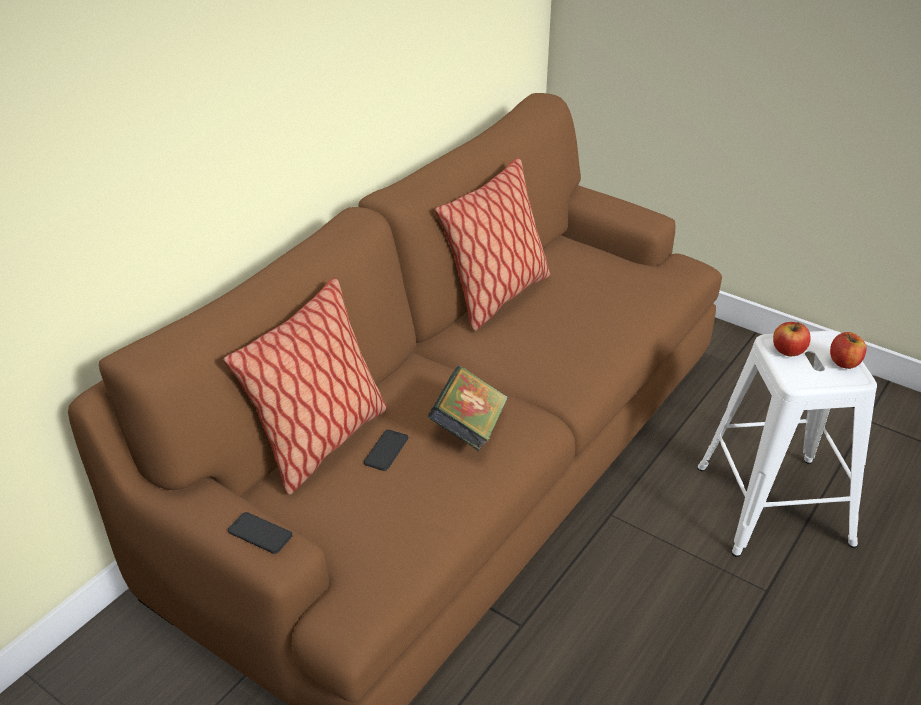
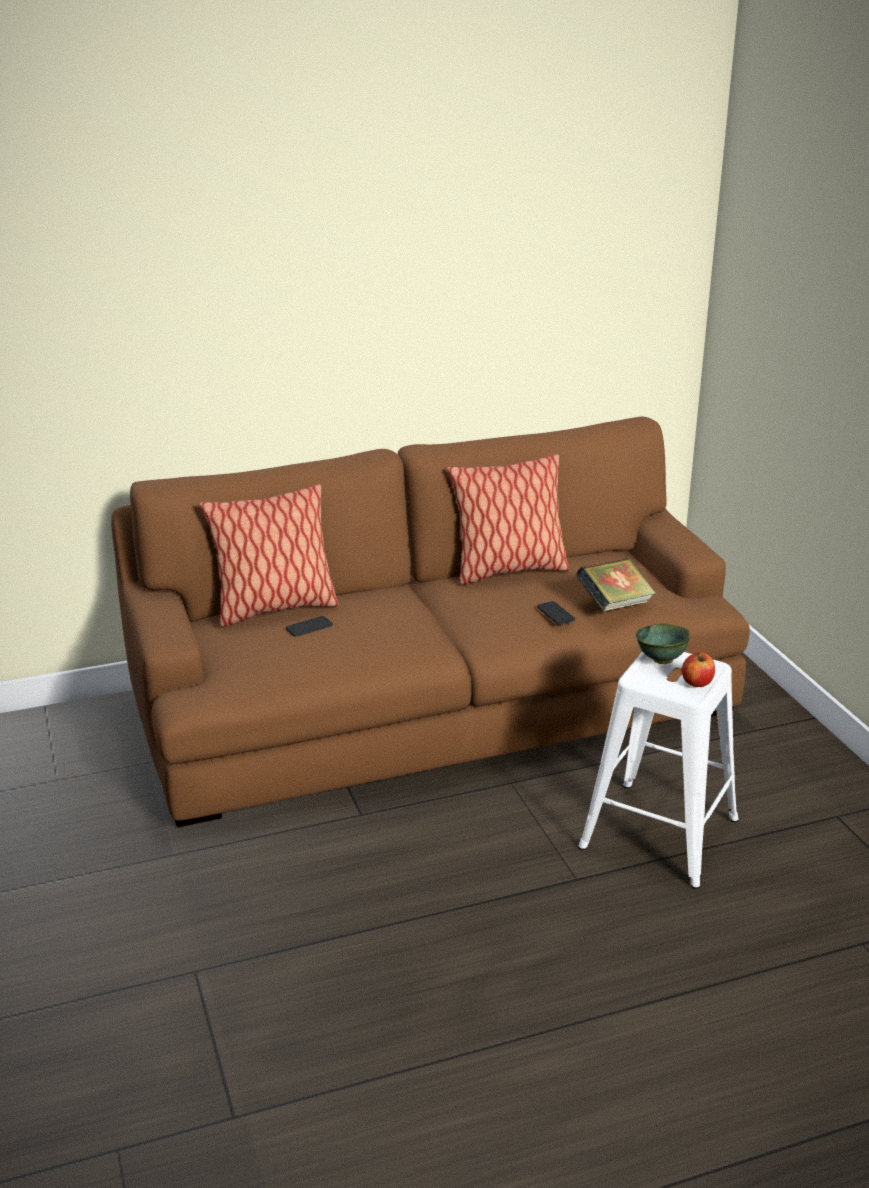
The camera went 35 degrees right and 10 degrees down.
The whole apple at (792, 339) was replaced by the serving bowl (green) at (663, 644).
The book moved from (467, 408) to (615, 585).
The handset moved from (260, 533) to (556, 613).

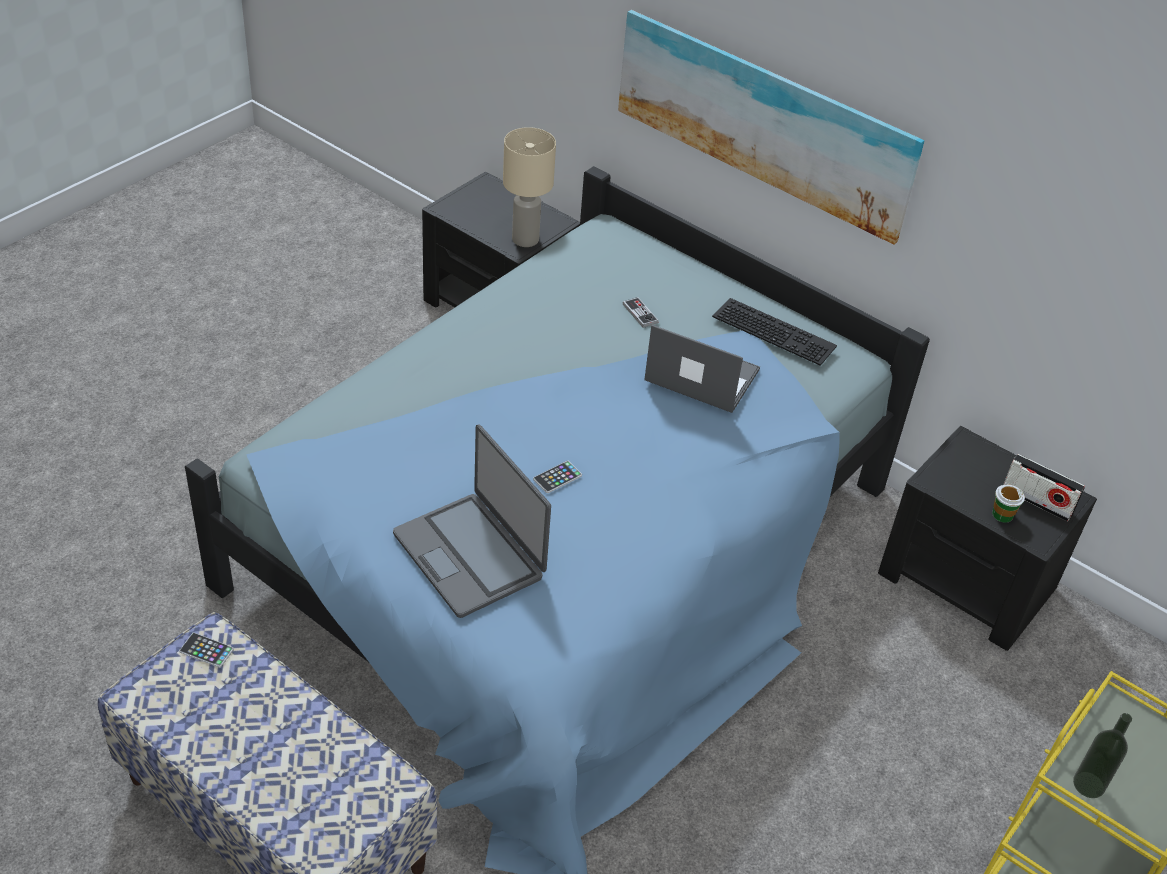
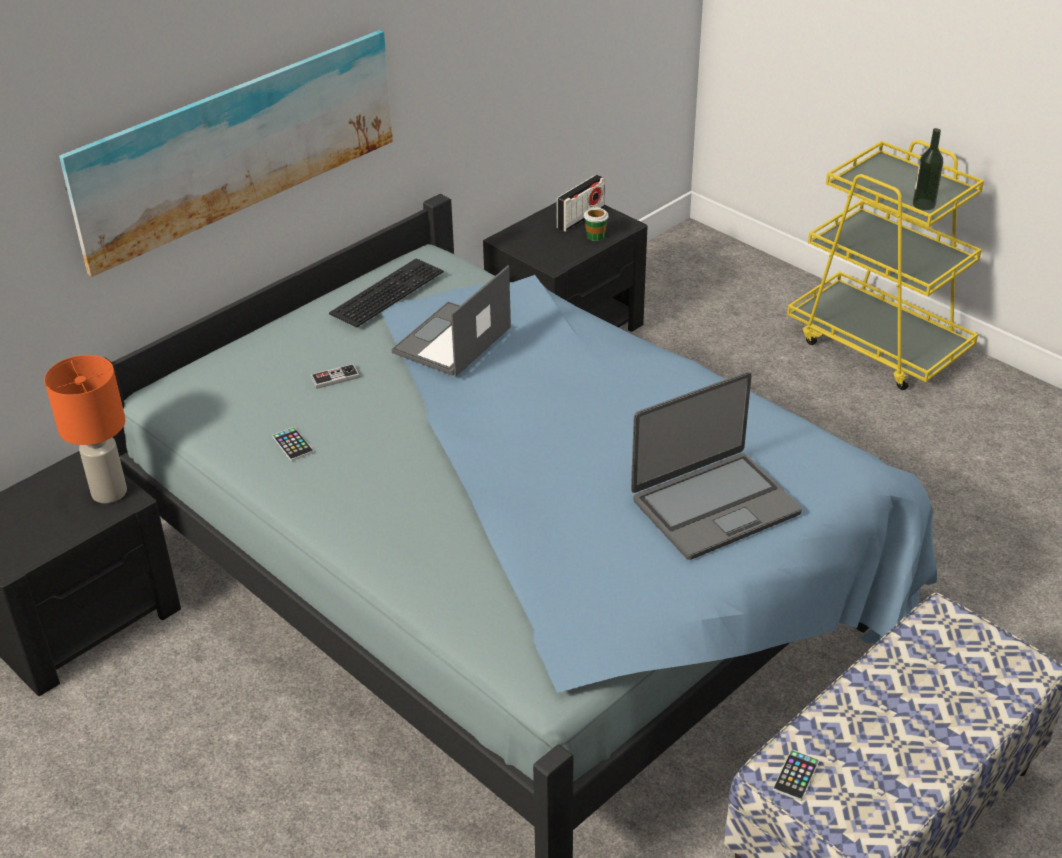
The camera went 80 degrees left and 5 degrees down.
The table lamp (beige-coloured) at (529, 187) became the table lamp (orange) at (85, 429).
The handset moved from (557, 477) to (293, 444).

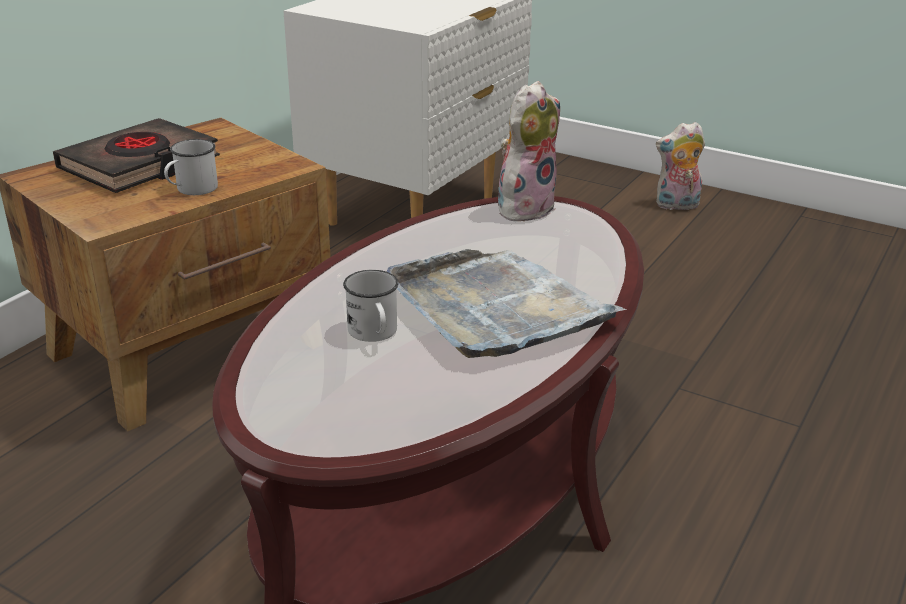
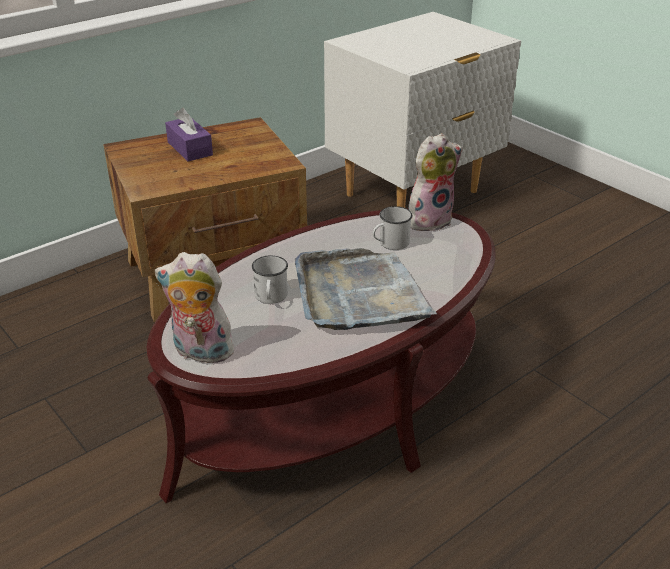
The camera went 20 degrees right and 5 degrees up.
The book (black-coloured) at (136, 155) was replaced by the tissue box (purplish) at (189, 134).
The soft toy moved from (680, 167) to (196, 309).
The mug (whitish) moved from (191, 167) to (392, 228).

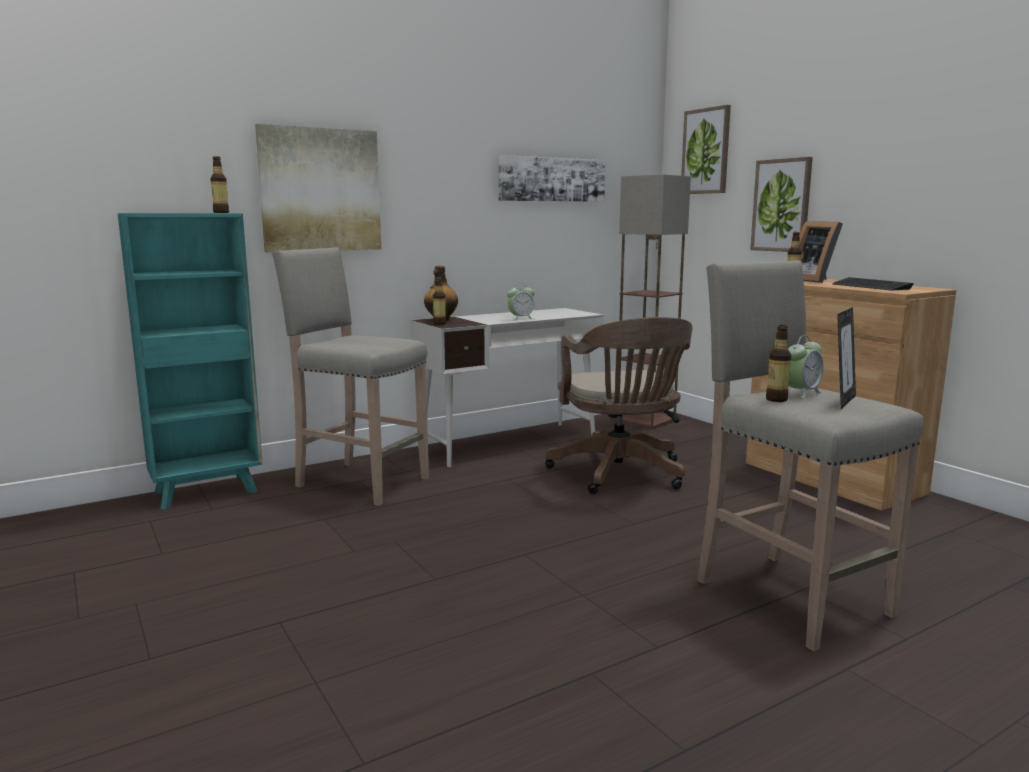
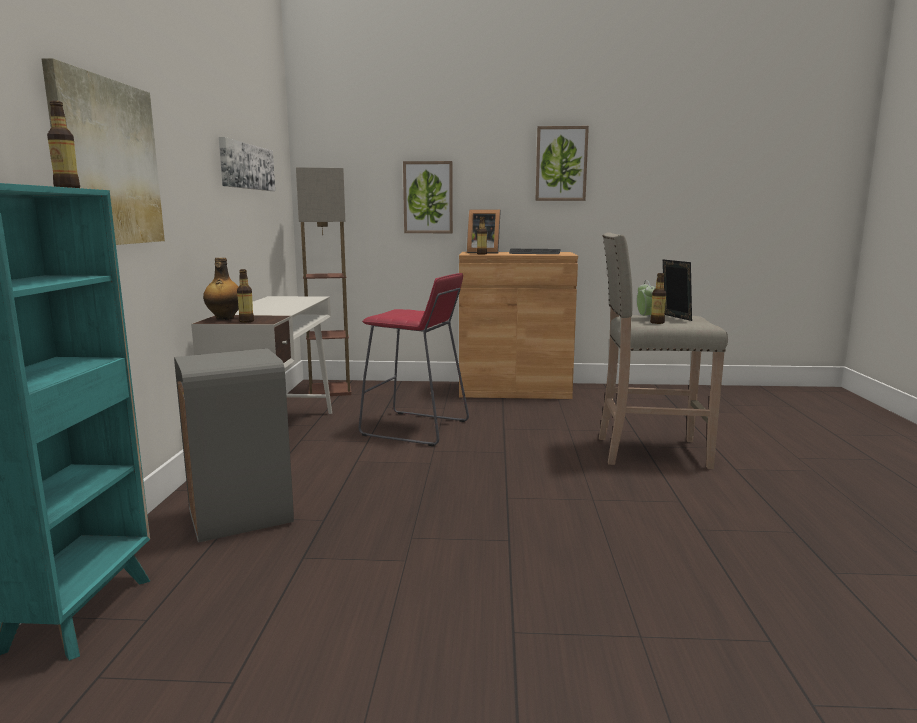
The camera went 55 degrees left and 0 degrees up.
The wall art moved from (706, 149) to (562, 163).
The stool seat (beige-coloured) at (350, 376) was replaced by the trash can (grey) at (234, 445).
The table clock at (520, 301) disappeared.
The desk chair (brown) at (618, 405) was replaced by the stool seat (red-coloured) at (414, 359).

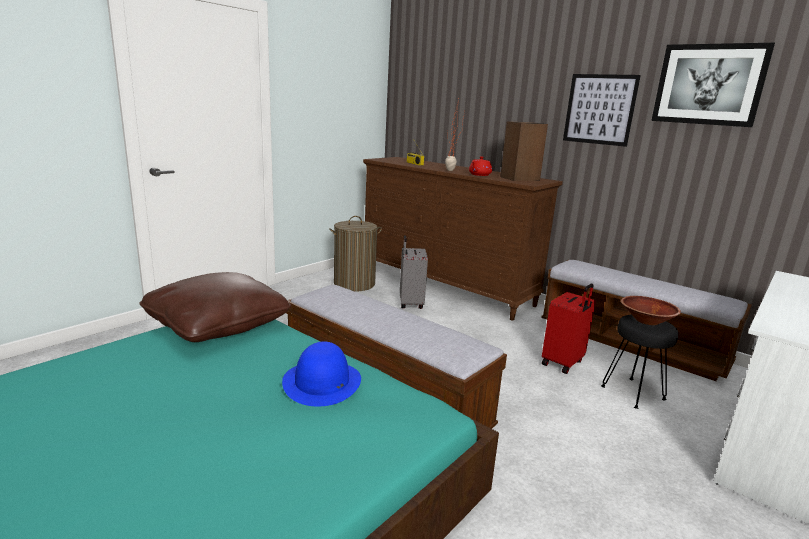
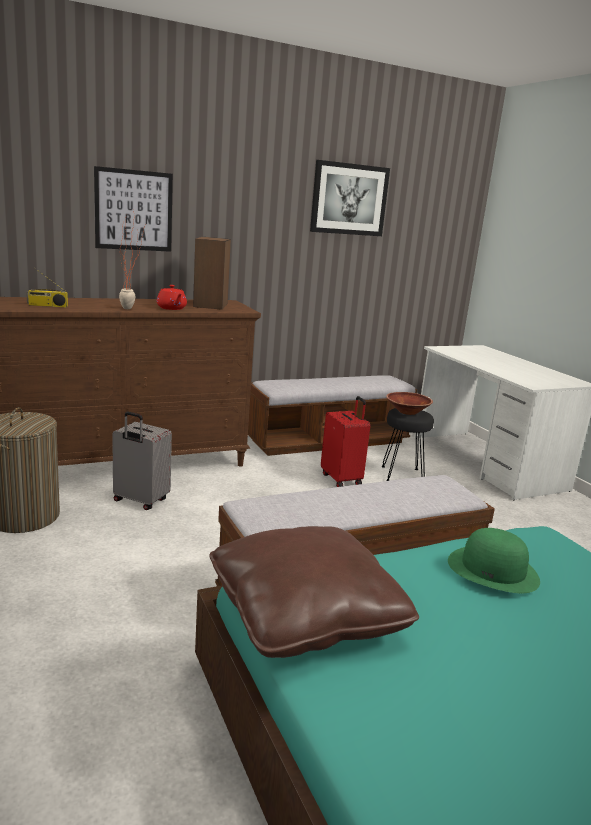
The camera went 65 degrees left and 0 degrees up.
The wall art moved from (602, 110) to (133, 209).
The hat (bluish) at (321, 373) became the hat (green) at (494, 560).

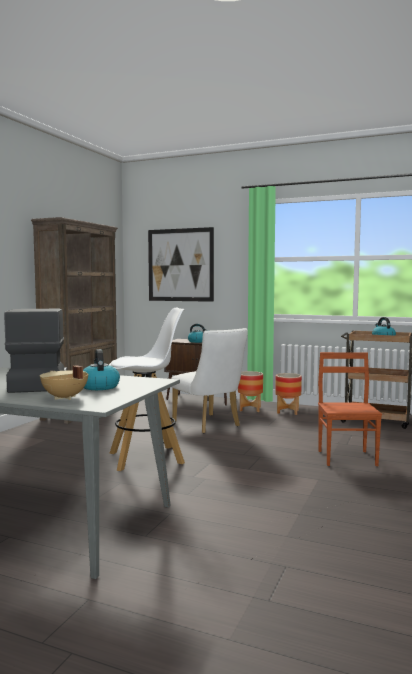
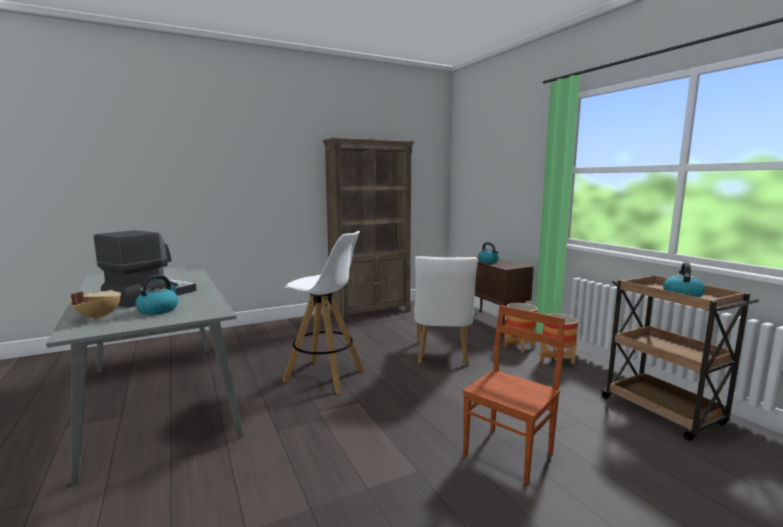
The camera went 40 degrees right and 5 degrees up.
The wall art at (181, 264) disappeared.

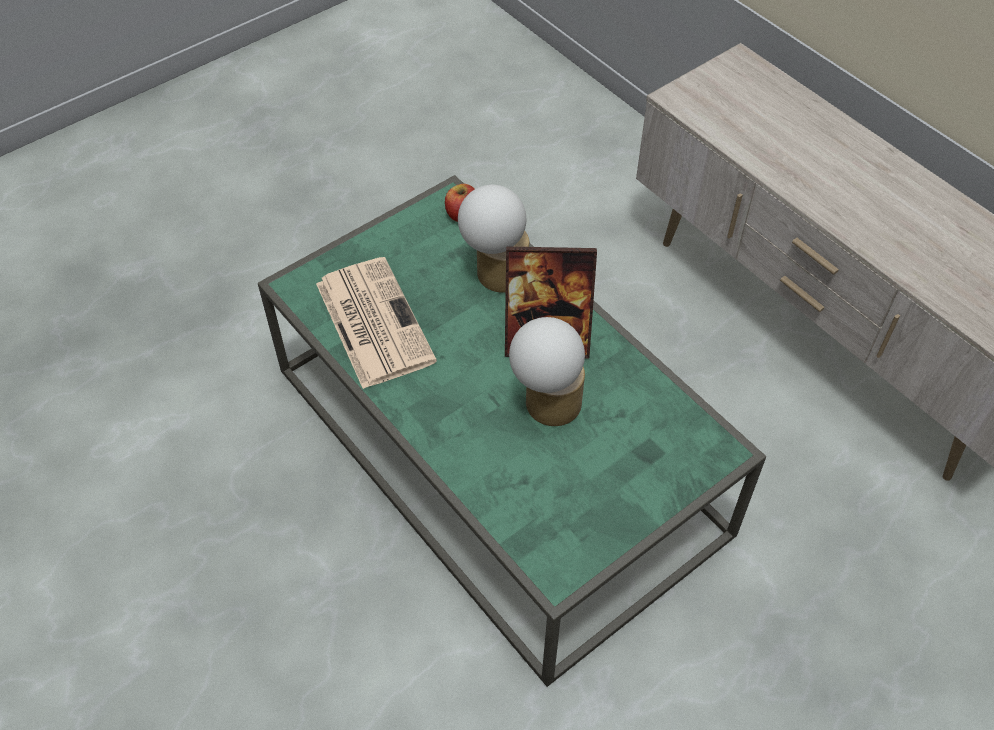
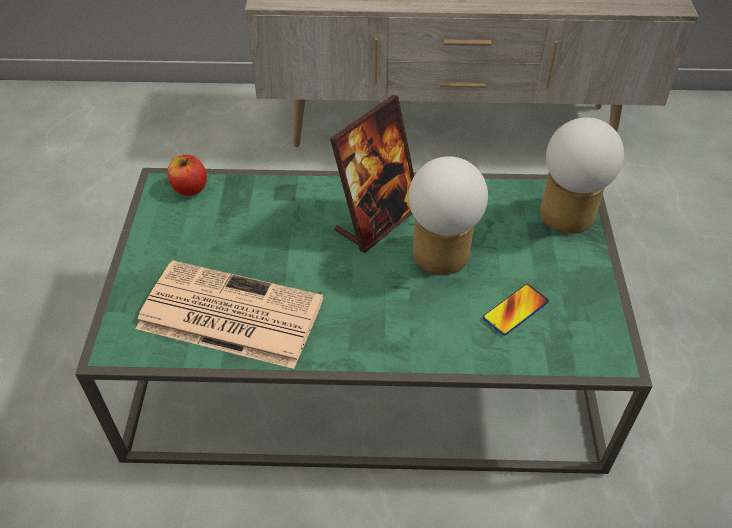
The camera went 50 degrees left and 5 degrees down.
The table lamp moved from (493, 239) to (582, 175).
The handset at (516, 310) appeared.

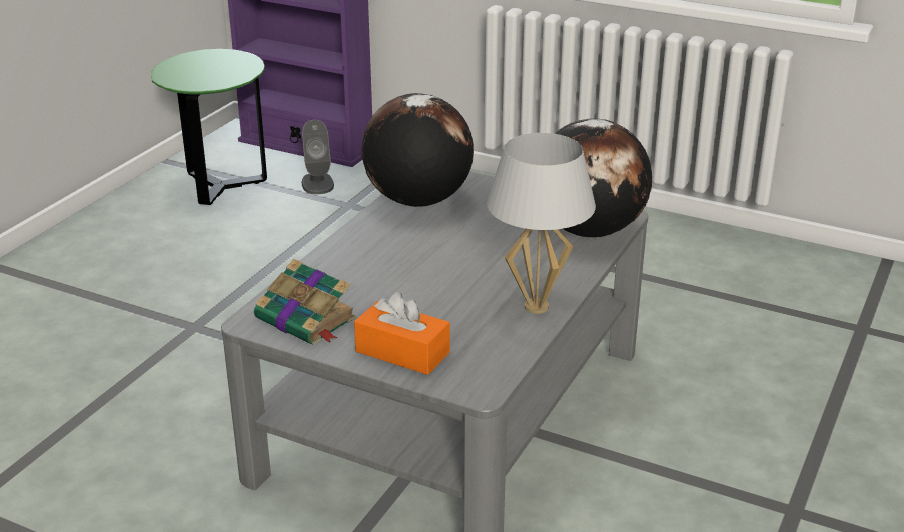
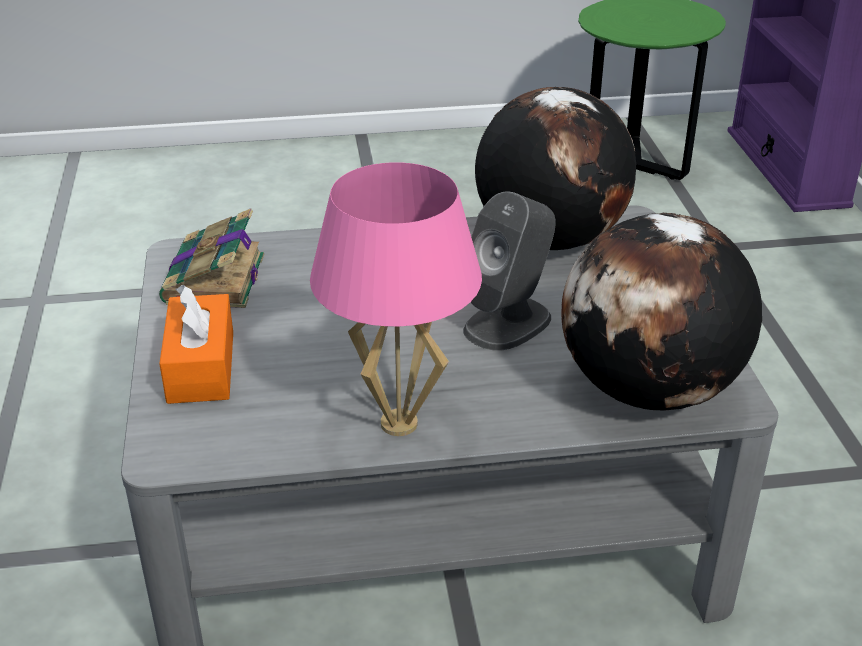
The camera went 55 degrees right and 5 degrees up.
The speaker (grey) moved from (318, 157) to (509, 271).
The table lamp (whitish) at (541, 223) became the table lamp (pinkish) at (396, 299).

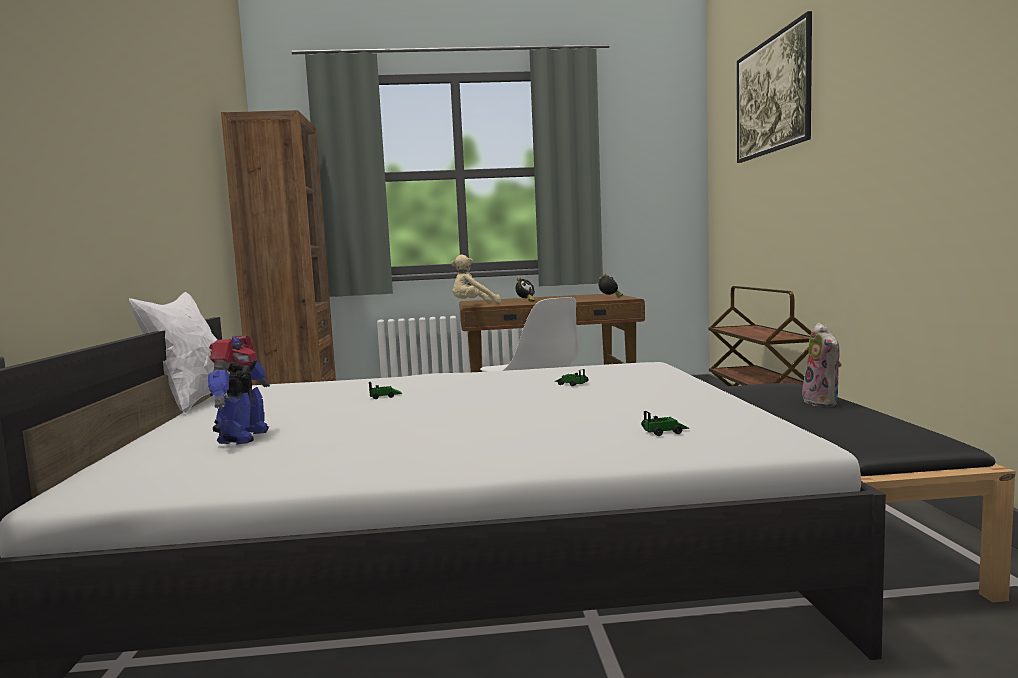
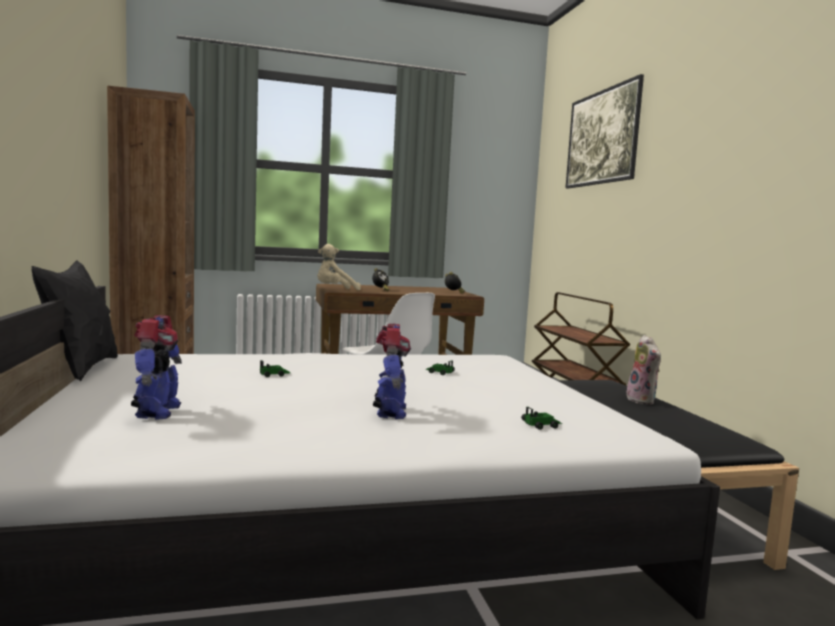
The camera went 10 degrees left and 0 degrees up.
The pillow (whitish) at (173, 352) became the pillow (black-coloured) at (75, 320).
The model robot at (392, 371) appeared.

